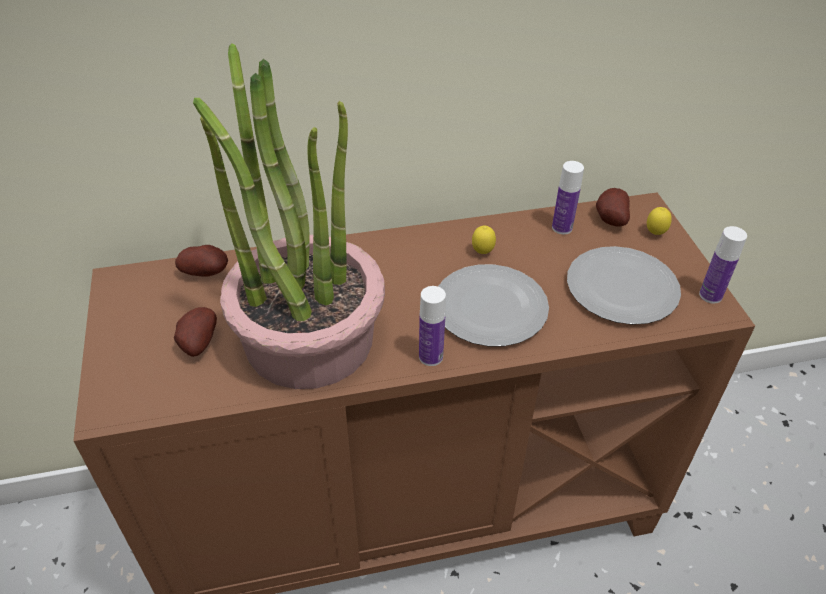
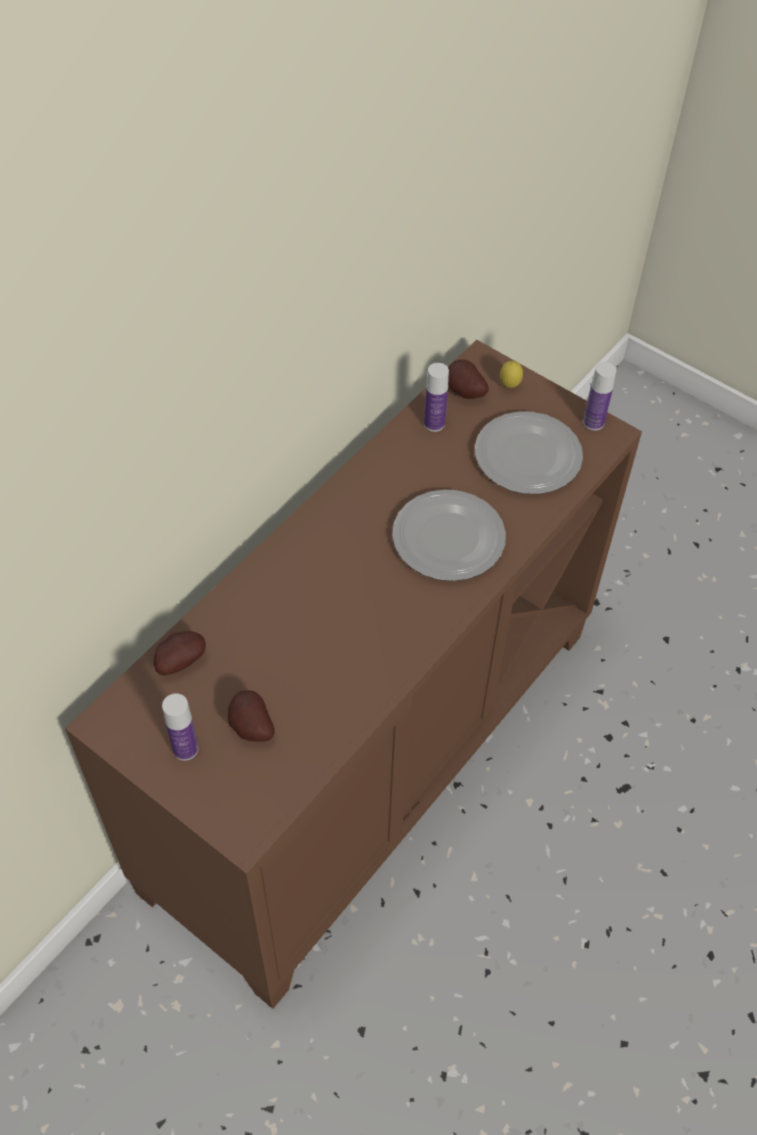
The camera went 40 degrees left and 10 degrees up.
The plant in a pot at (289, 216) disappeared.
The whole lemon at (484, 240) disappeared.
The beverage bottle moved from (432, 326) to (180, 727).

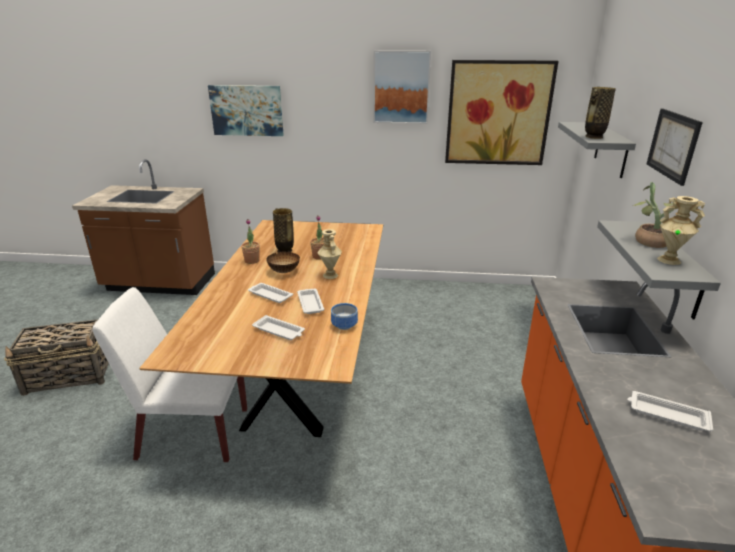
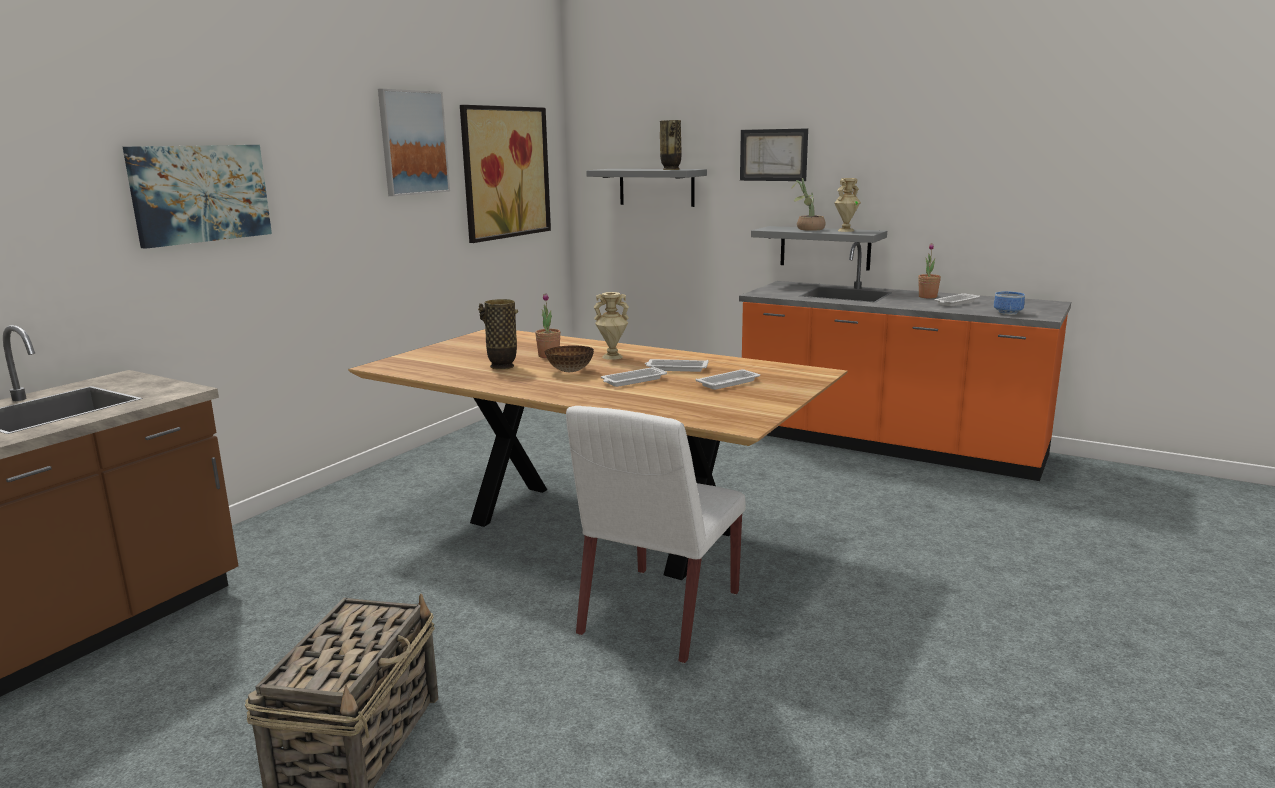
The camera went 65 degrees left and 10 degrees down.
The plant in a pot moved from (250, 241) to (929, 271).
The serving bowl moved from (344, 316) to (1009, 303).

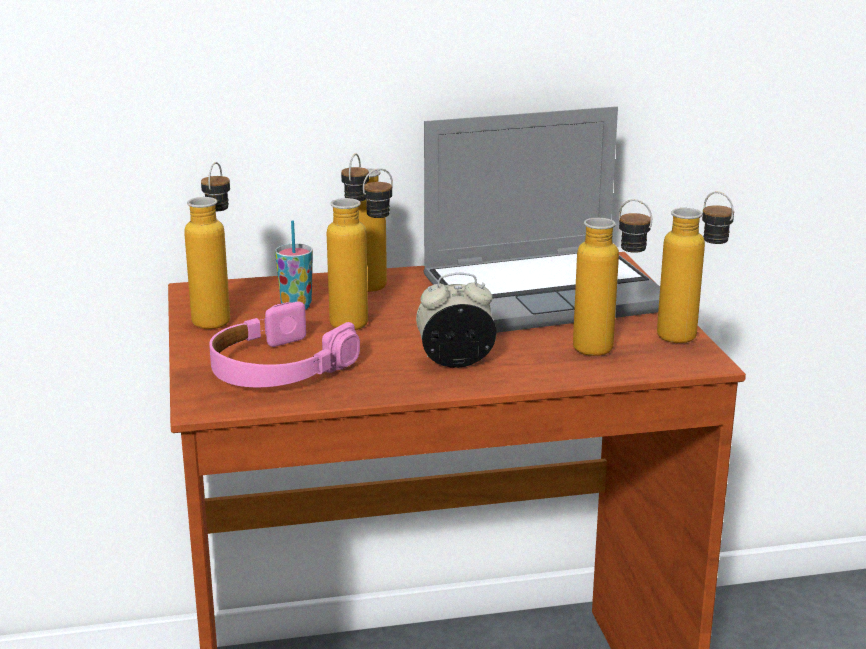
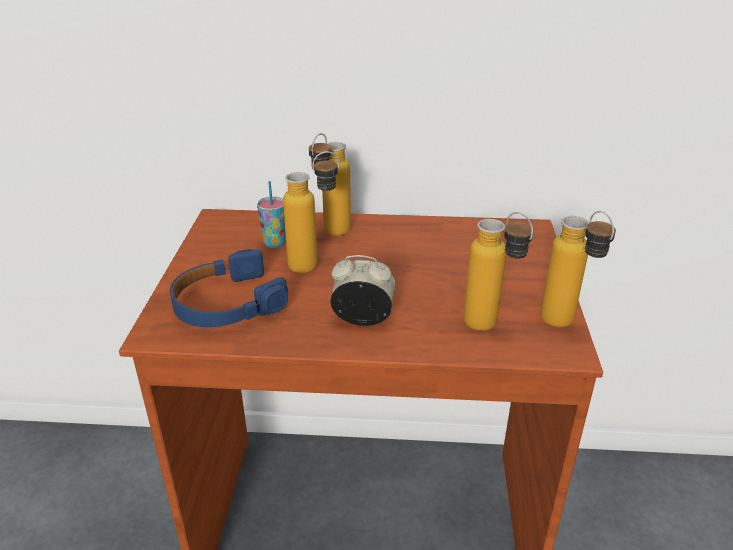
The camera went 15 degrees right and 10 degrees up.
The laptop at (541, 219) disappeared.
The beverage bottle at (207, 245) disappeared.
The headset (pinkish) at (284, 344) became the headset (bluish) at (229, 288).

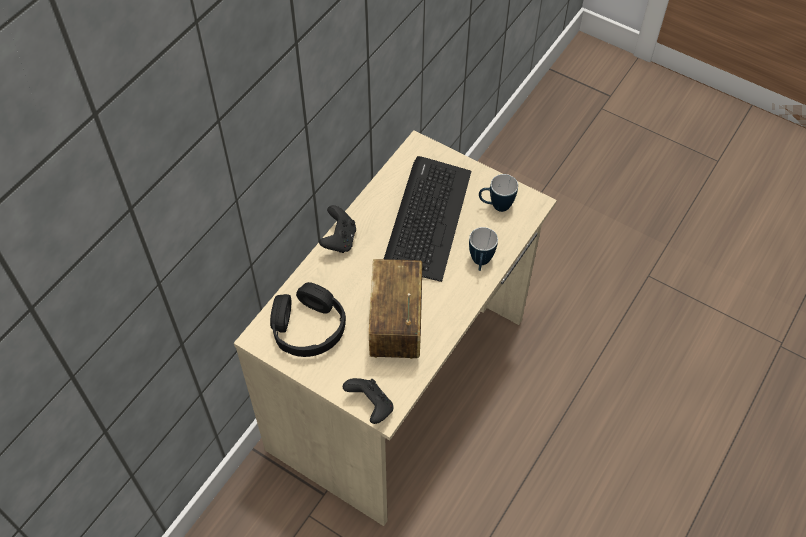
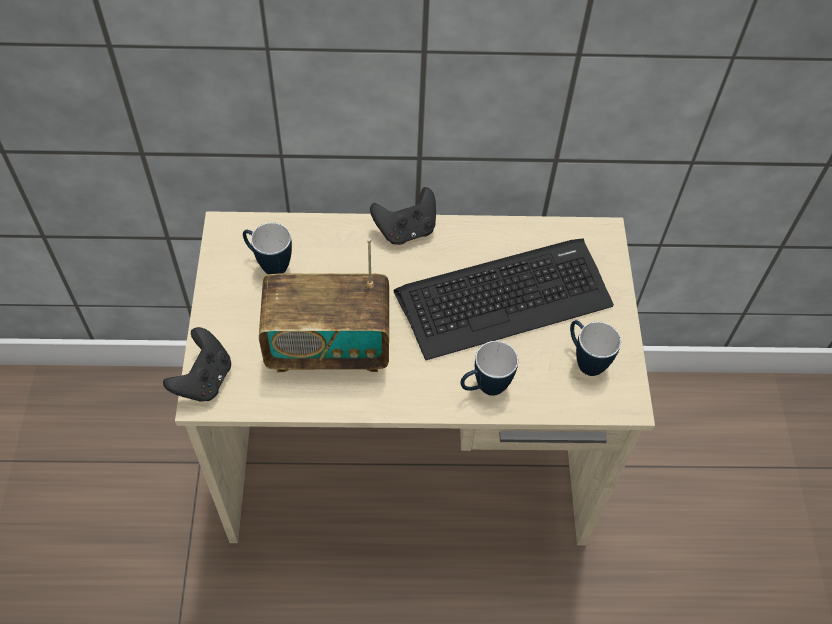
The camera went 55 degrees right and 0 degrees up.
The radio receiver at (395, 309) turned 150 degrees counterclockwise.
The headset (black-coloured) at (308, 319) was replaced by the mug at (267, 248).

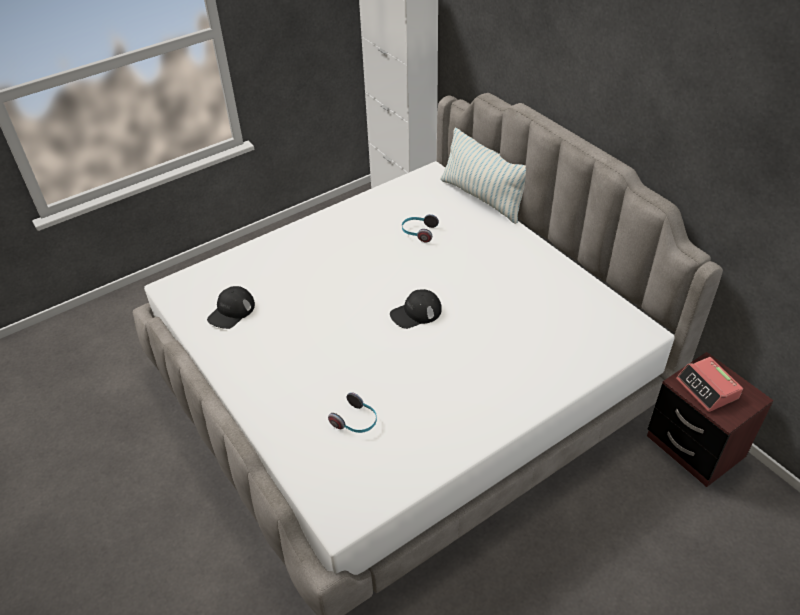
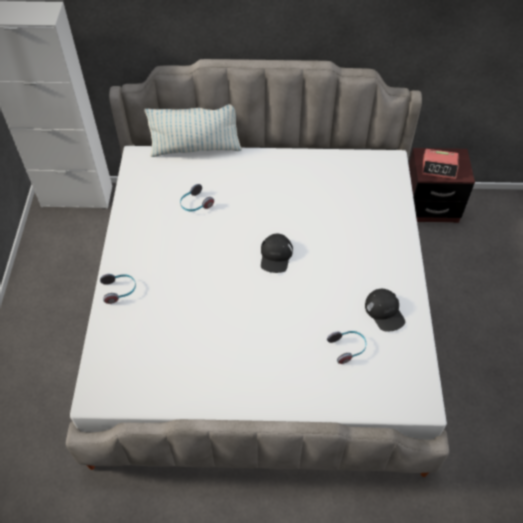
The camera went 55 degrees left and 10 degrees up.
The peaked cap (black-coloured) moved from (231, 307) to (385, 310).
The headset at (118, 289) appeared.

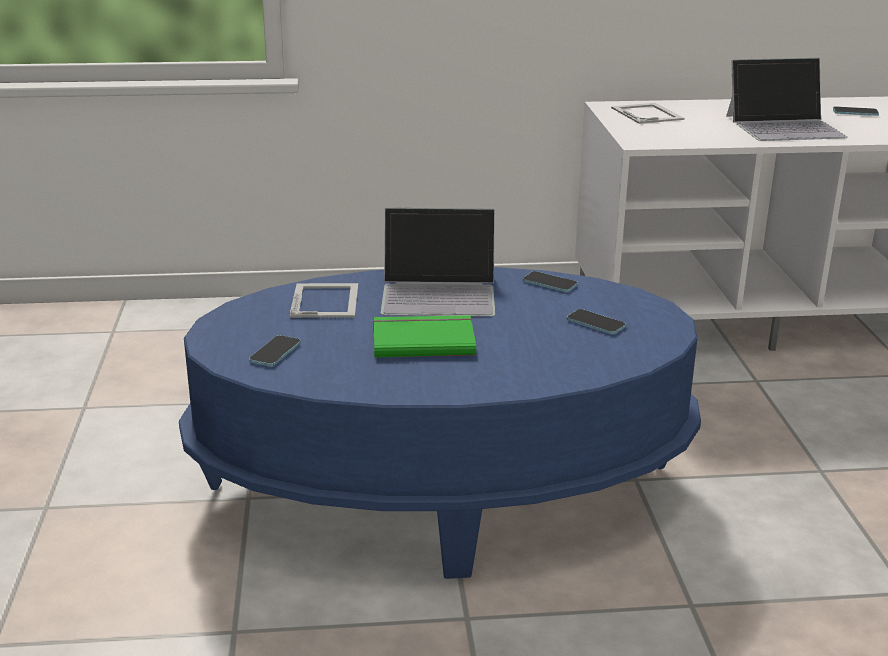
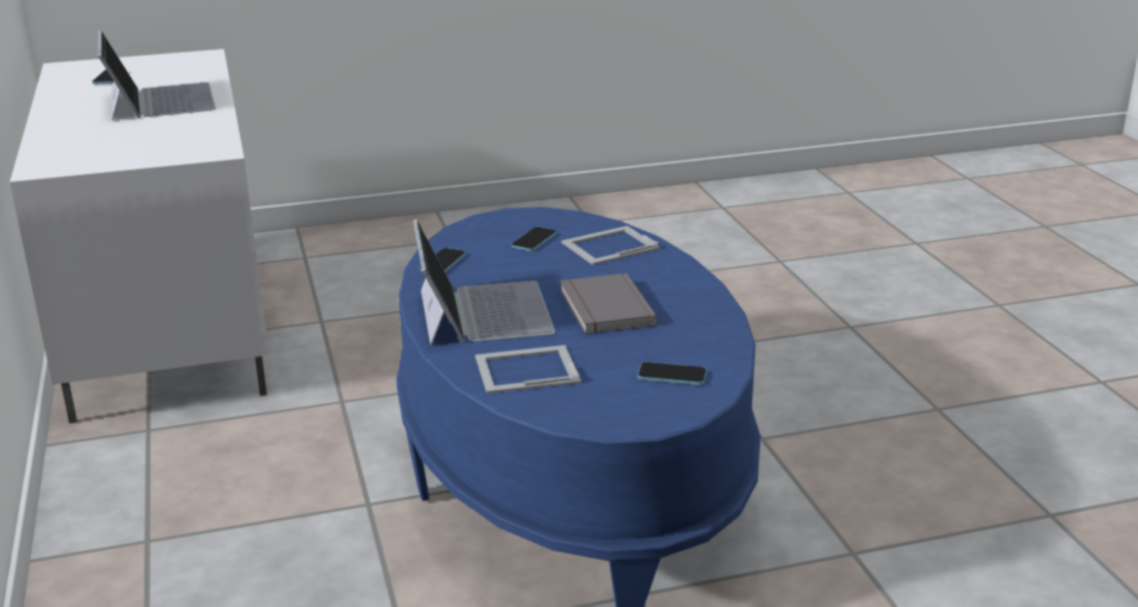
The camera went 100 degrees left and 0 degrees up.
The picture frame moved from (648, 113) to (610, 245).
The book (green) at (424, 336) became the book (grey) at (608, 303).

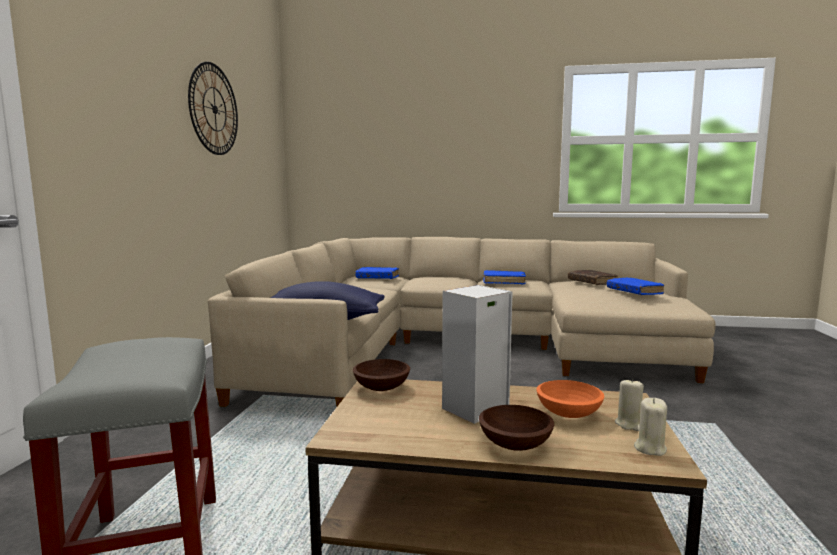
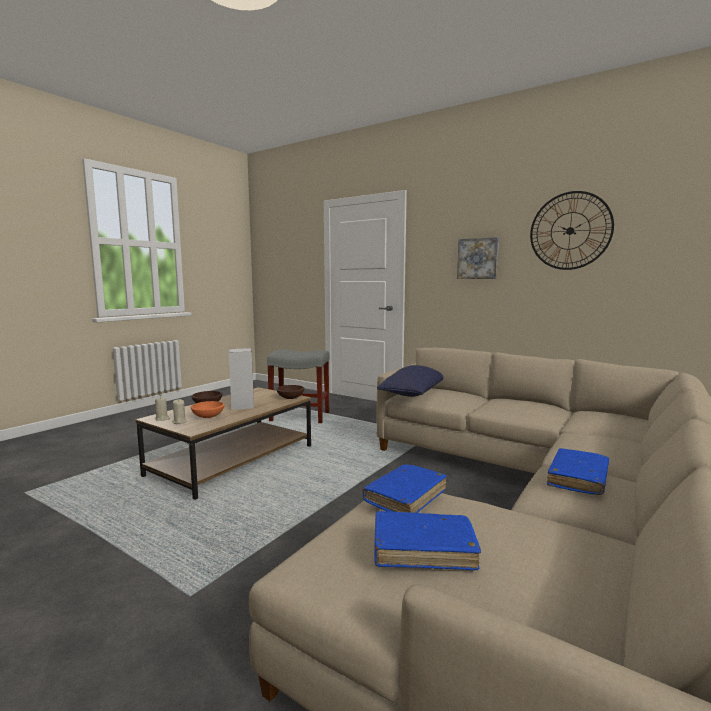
The camera went 115 degrees right and 0 degrees up.
The book (bluish) moved from (377, 273) to (405, 489).
The book (brown) at (593, 277) disappeared.
The wall art at (478, 258) appeared.

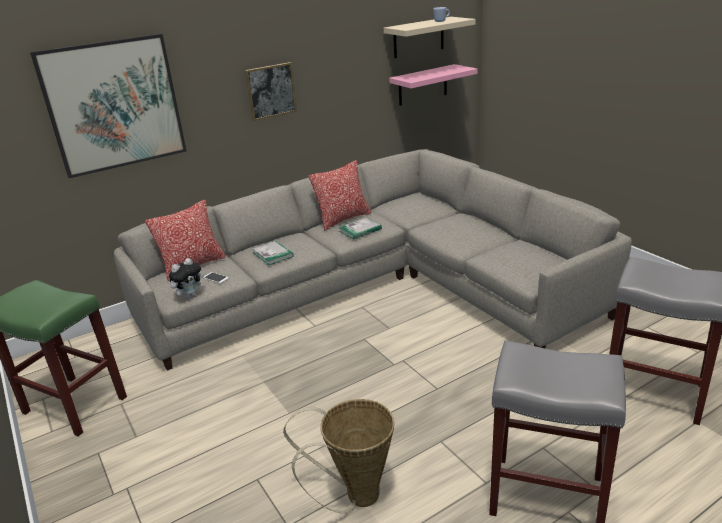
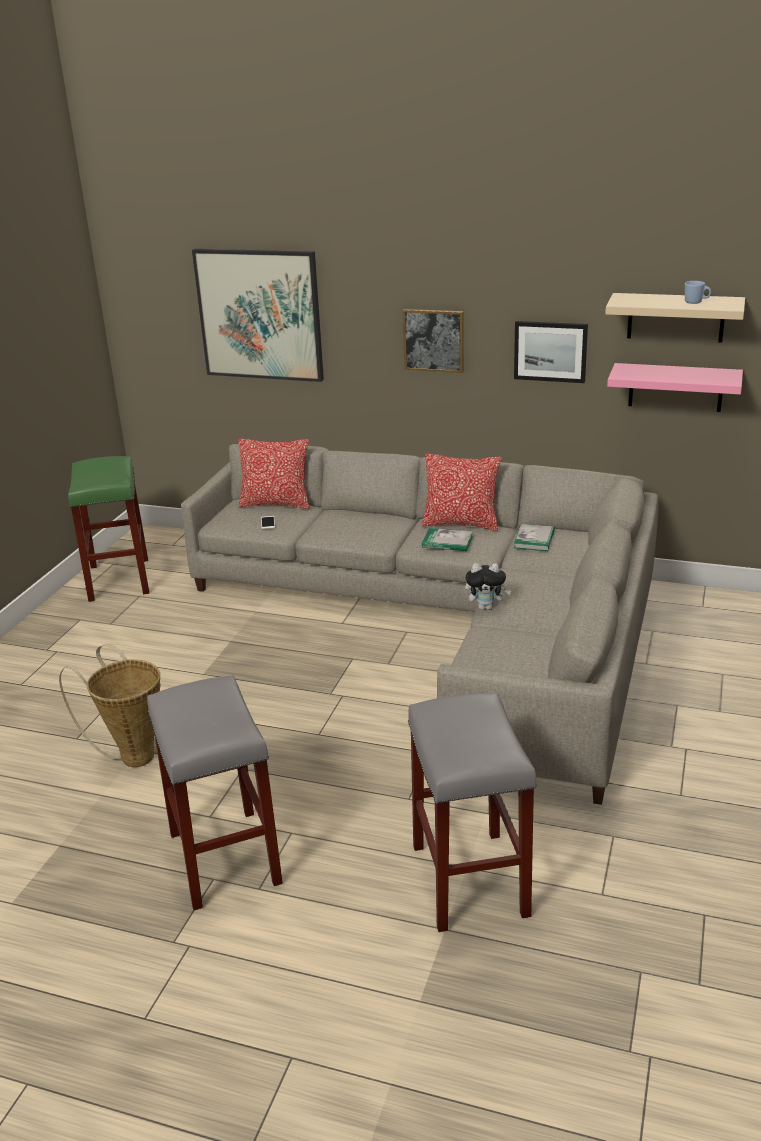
The camera went 50 degrees right and 0 degrees up.
The book moved from (273, 253) to (534, 537).
The soft toy moved from (186, 278) to (488, 586).
The wall art at (551, 352) appeared.

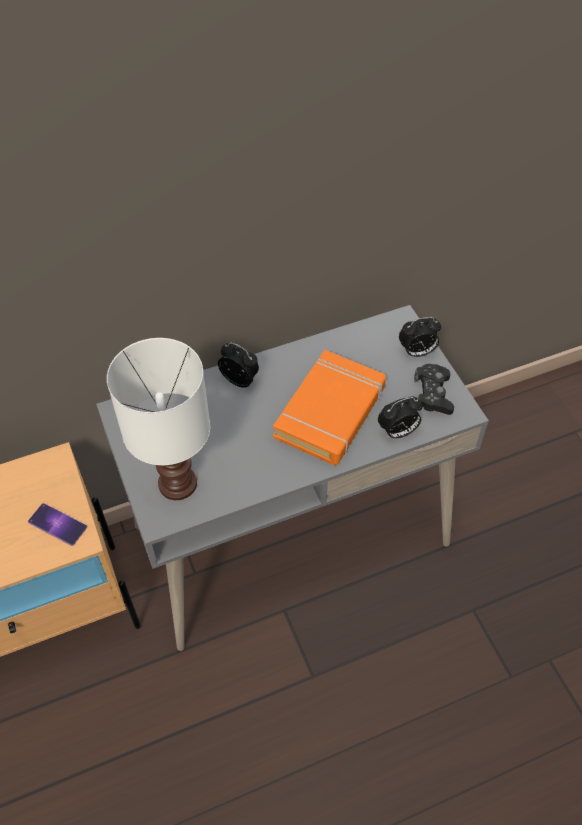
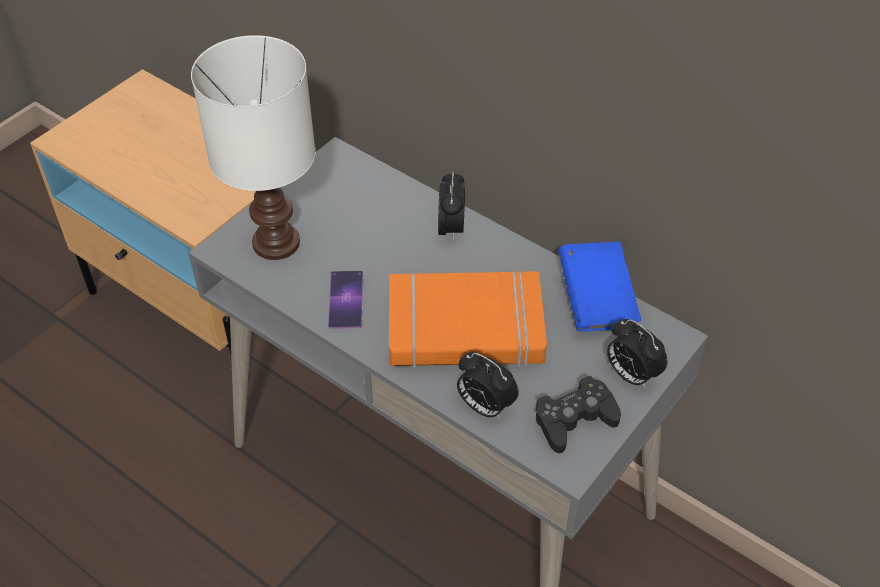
The camera went 60 degrees right and 5 degrees down.
The handset moved from (57, 524) to (345, 300).
The book (bluish) at (599, 287) appeared.

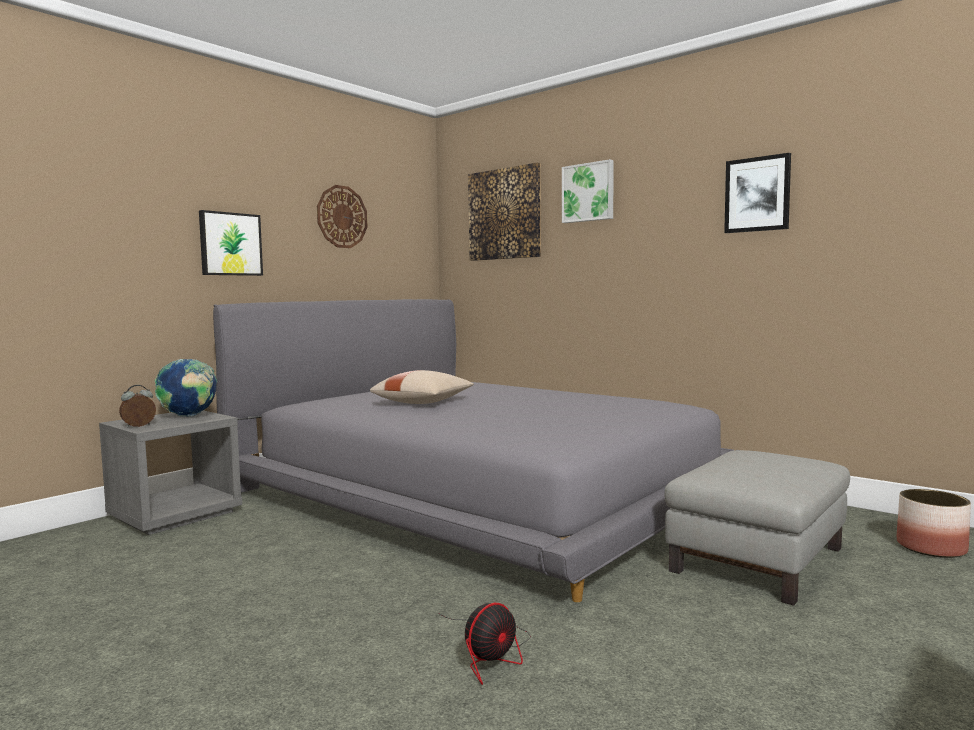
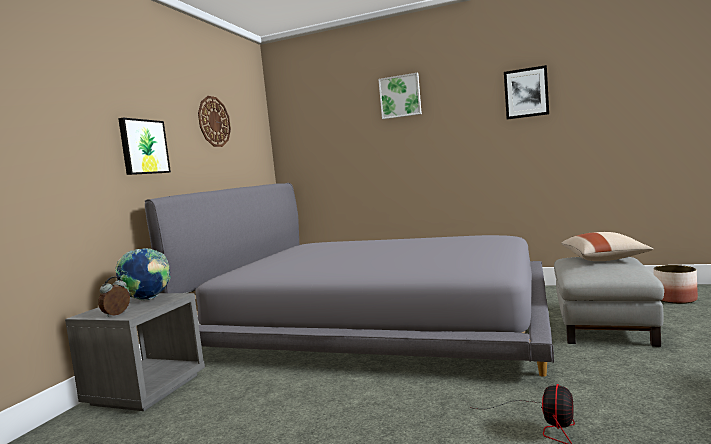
The camera went 20 degrees left and 0 degrees up.
The wall art at (504, 212) disappeared.
The pillow (beige-coloured) moved from (422, 387) to (607, 246).

